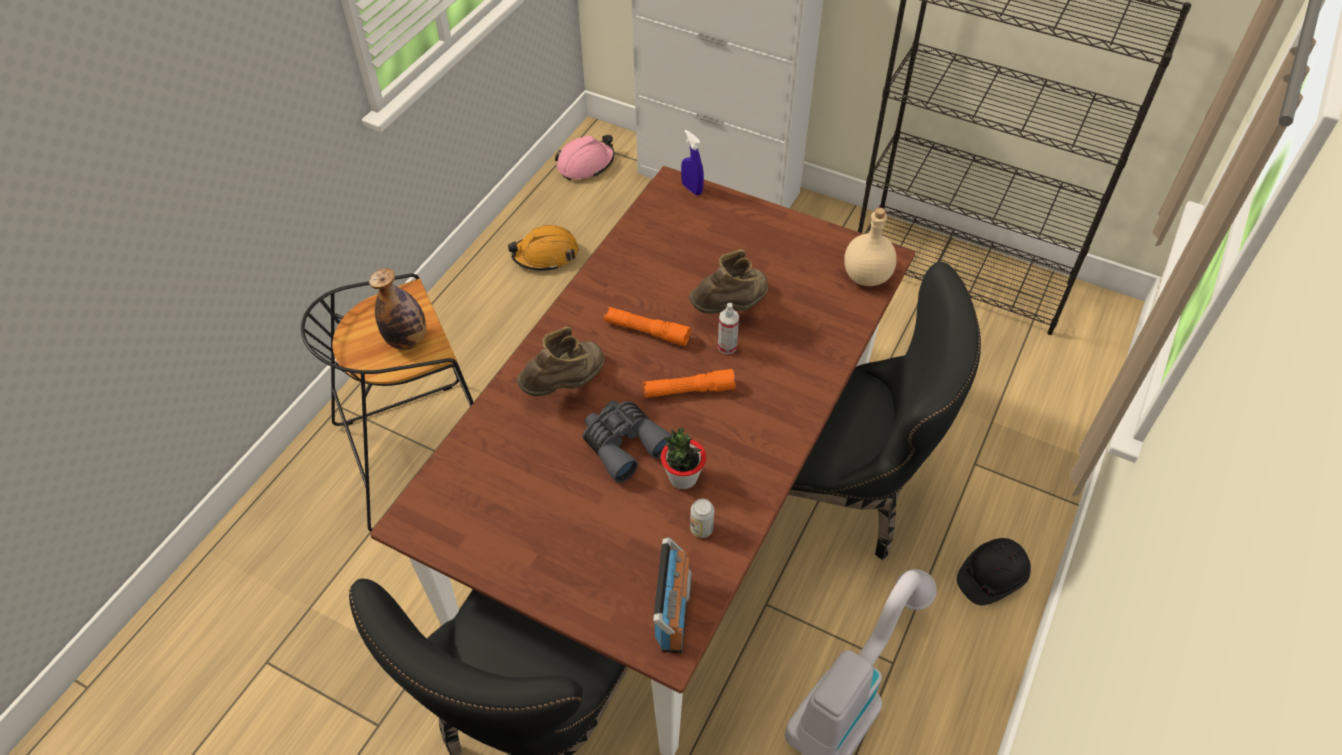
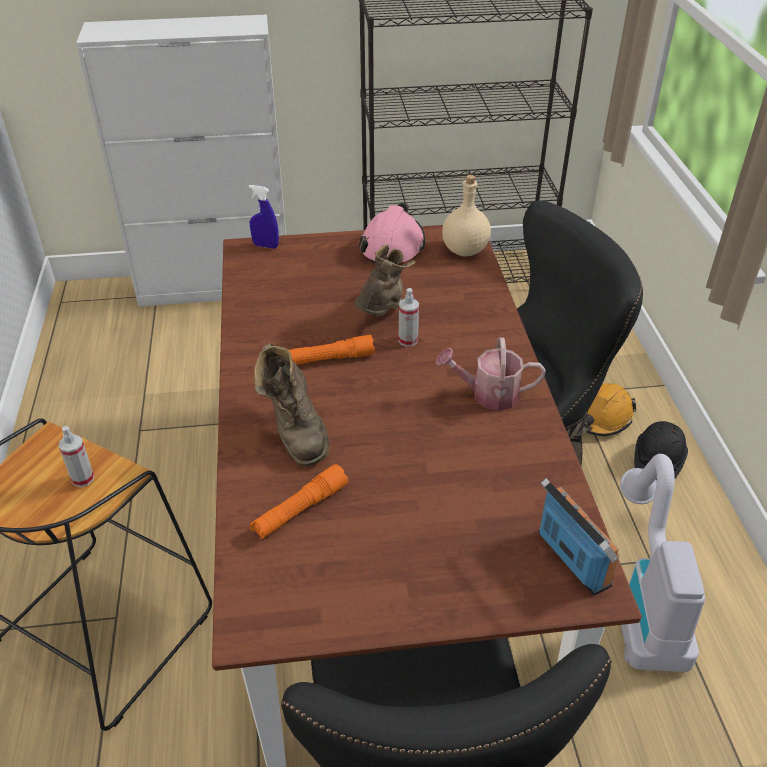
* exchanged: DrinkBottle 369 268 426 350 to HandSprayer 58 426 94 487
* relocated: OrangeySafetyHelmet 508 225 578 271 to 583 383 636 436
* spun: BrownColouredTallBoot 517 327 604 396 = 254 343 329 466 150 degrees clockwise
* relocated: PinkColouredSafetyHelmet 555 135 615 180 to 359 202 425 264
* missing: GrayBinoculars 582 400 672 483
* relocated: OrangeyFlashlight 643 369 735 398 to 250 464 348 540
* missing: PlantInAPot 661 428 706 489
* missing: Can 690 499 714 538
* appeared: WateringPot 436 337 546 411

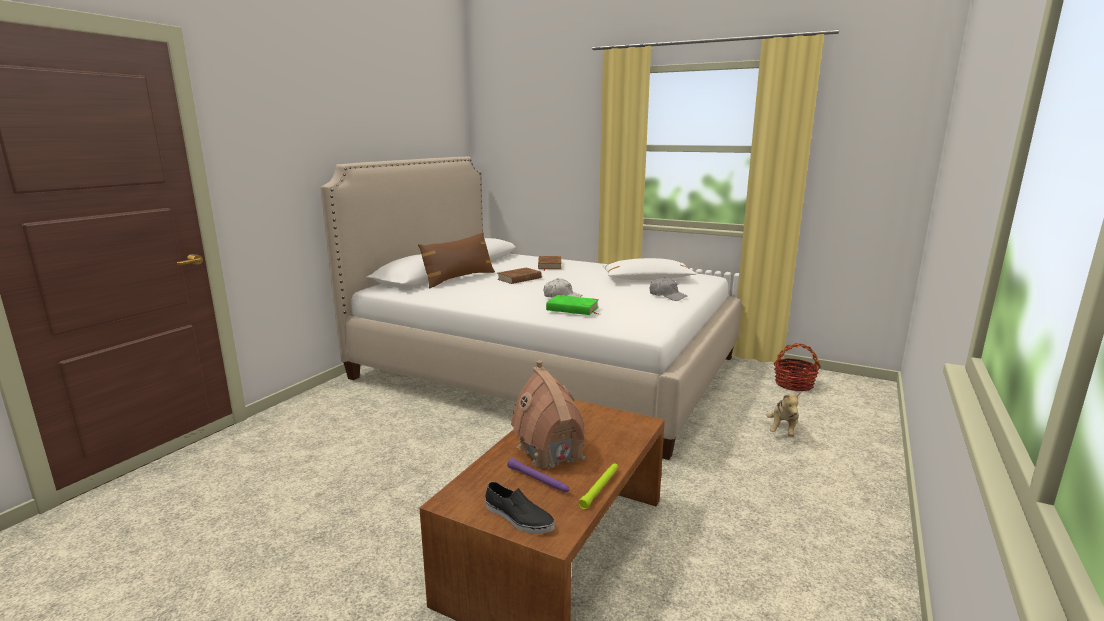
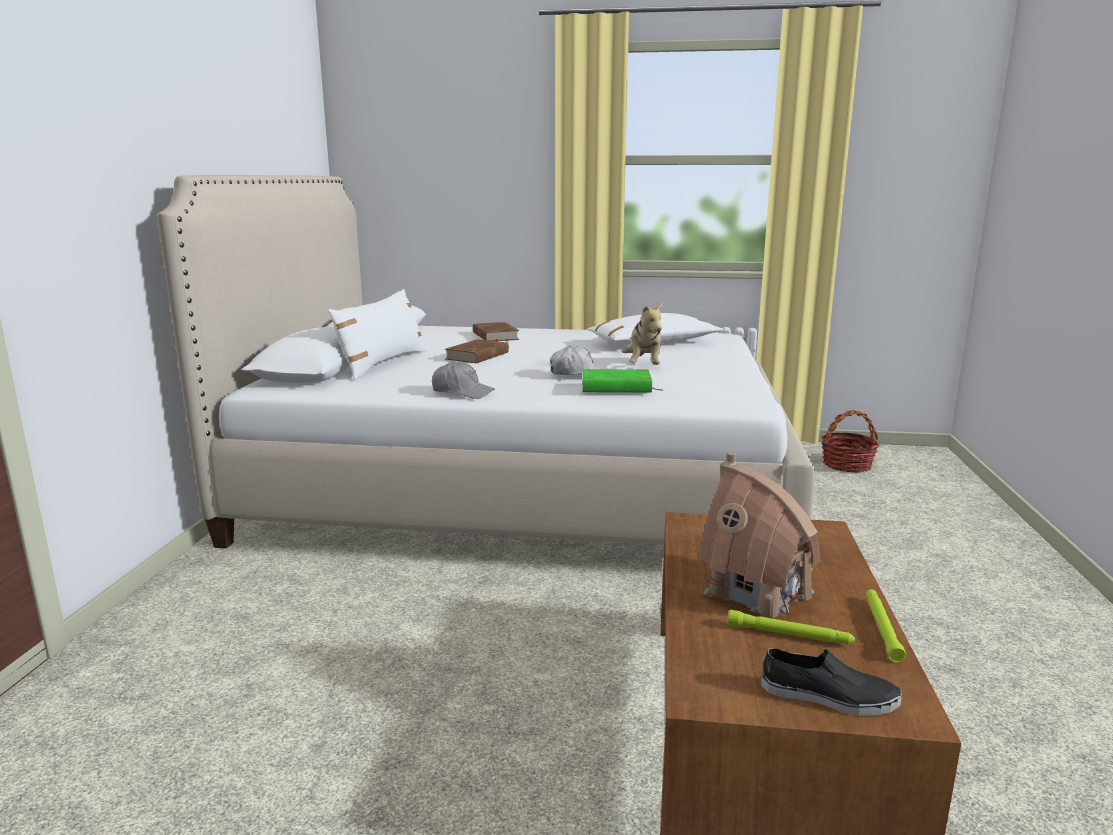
* colour: BrownColouredPillow 418 232 495 289 to WhitePillow 328 289 427 380
* colour: PurpleFlashlight 507 458 570 492 to GreenColouredFlashlight 728 610 855 644
* relocated: GrayCap 650 277 687 301 to 432 361 495 399
* relocated: SoftToy 767 392 801 437 to 622 302 663 365

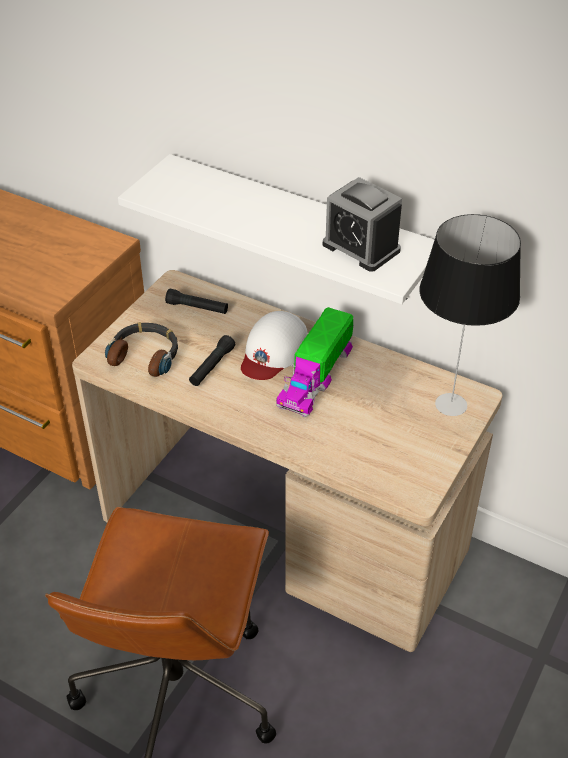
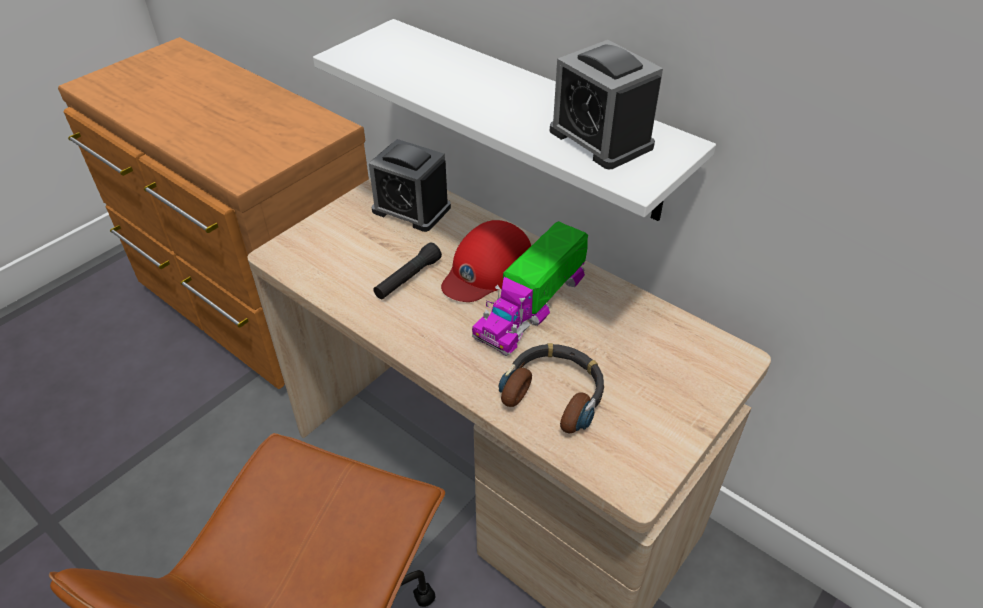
* relocated: Headphones 105 322 178 377 to 499 343 604 433
* exchanged: BlackFlashlight 165 289 228 314 to TableClock 369 139 451 232
* colour: WhiteCap 241 311 308 380 to RedColouredCap 441 220 531 302
* missing: TableLamp 419 214 521 416

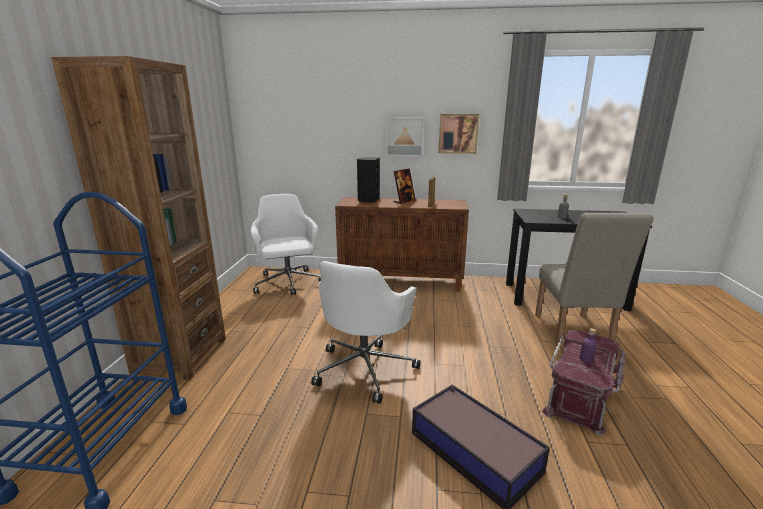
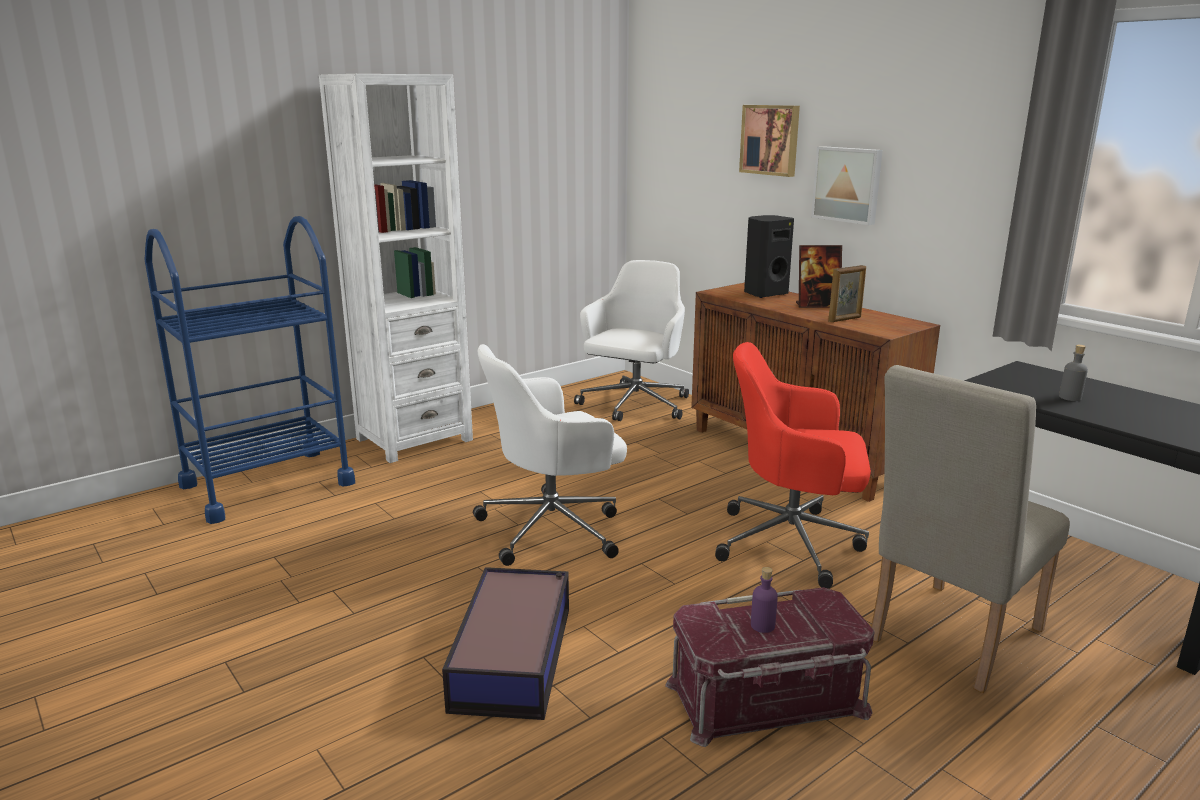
* colour: BrownColouredBookcase 51 56 226 380 to WhiteBookcase 319 74 473 463
* relocated: WallArt 439 114 479 154 to 739 105 800 177
* appeared: RedColouredComputerChair 715 342 871 588

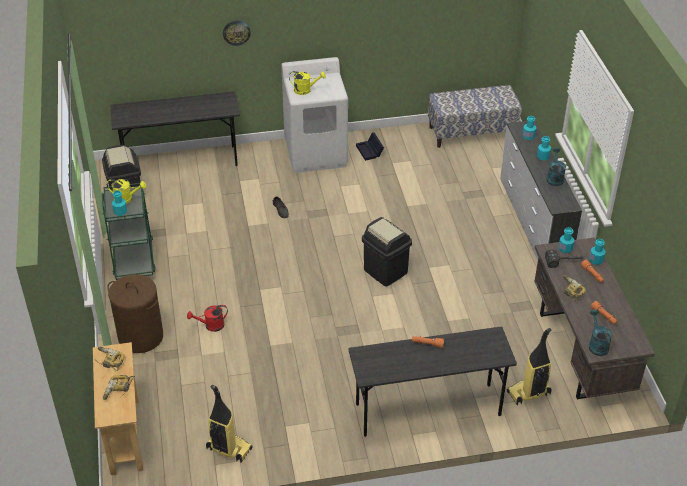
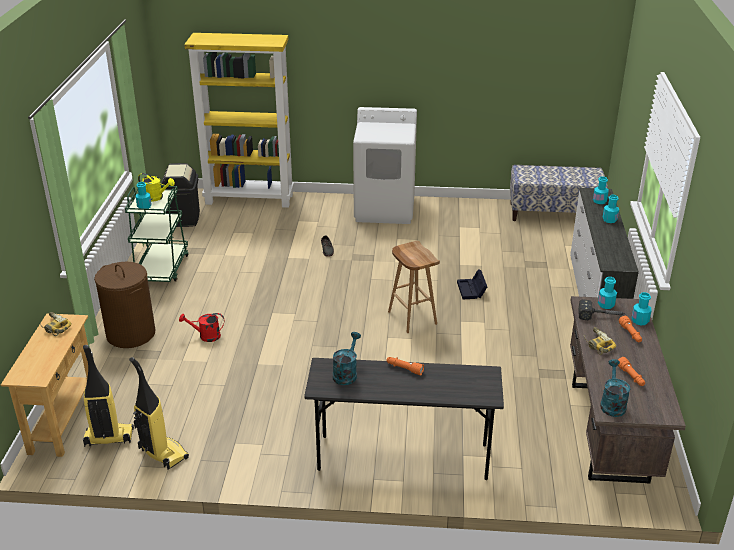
* missing: Drill 103 375 135 400
* exchanged: GrayDeskTable 111 92 240 166 to YellowBookcase 184 33 294 208
* missing: HangingClock 223 21 251 46
* missing: YellowWateringPot 289 71 326 95
* relocated: BlackStorageBox 356 132 384 161 to 457 269 487 299
* exchanged: BlackWasteBin 362 217 412 287 to BrownColouredStool 388 241 440 333
* relocated: VacuumCleaner 507 328 552 405 to 83 345 134 447
* relocated: TurquoiseWateringPot 547 147 566 186 to 333 332 361 385

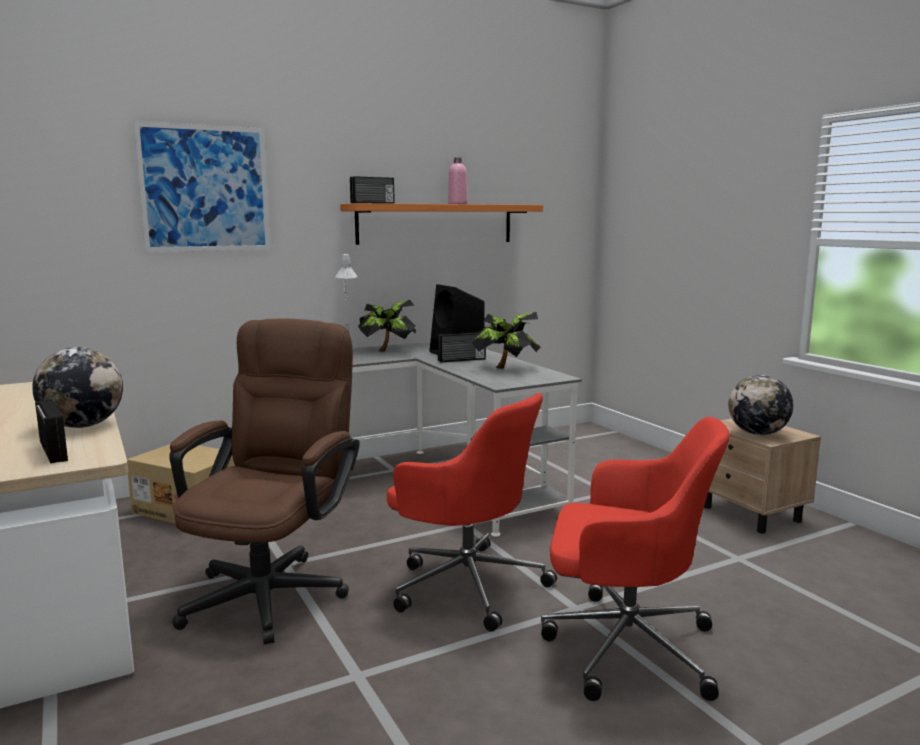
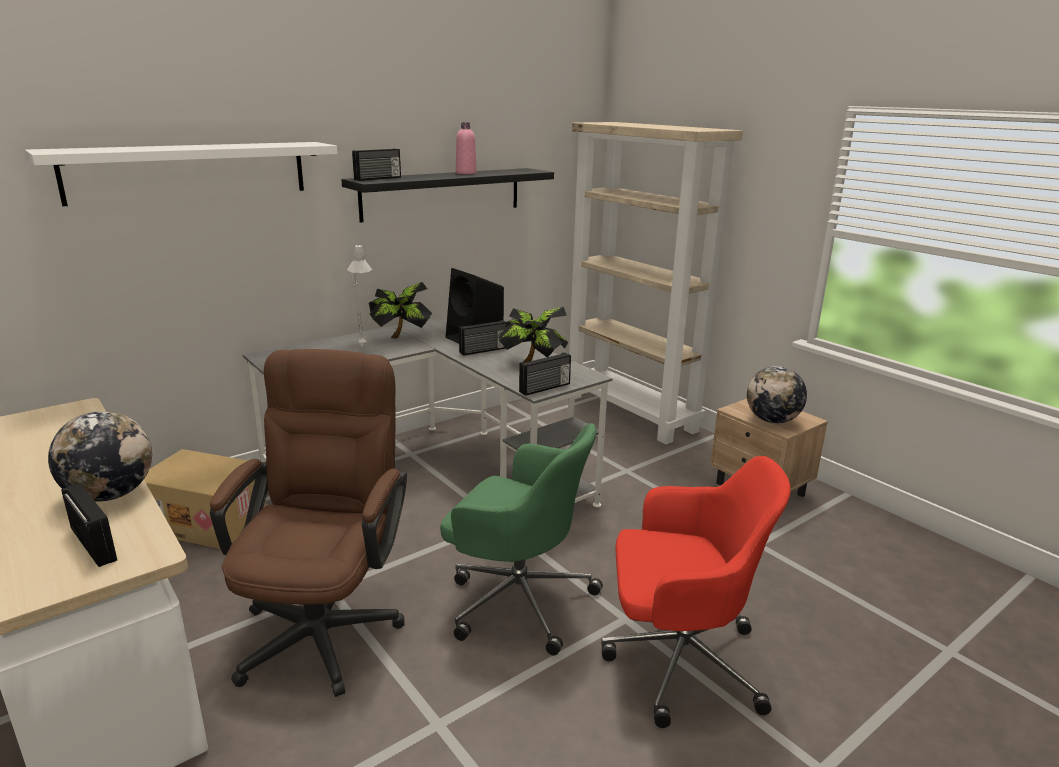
* exchanged: WallArt 133 121 270 252 to WhiteWallShelf 25 142 338 206
* colour: OrangeyWallShelf 340 203 543 245 to BlackWallShelf 341 168 554 223
* colour: RedColouredComputerChair 387 393 557 632 to GreenColouredComputerChair 440 423 603 656
* appeared: RadioSet 519 352 571 396
* appeared: SandColouredBookcase 569 122 743 445

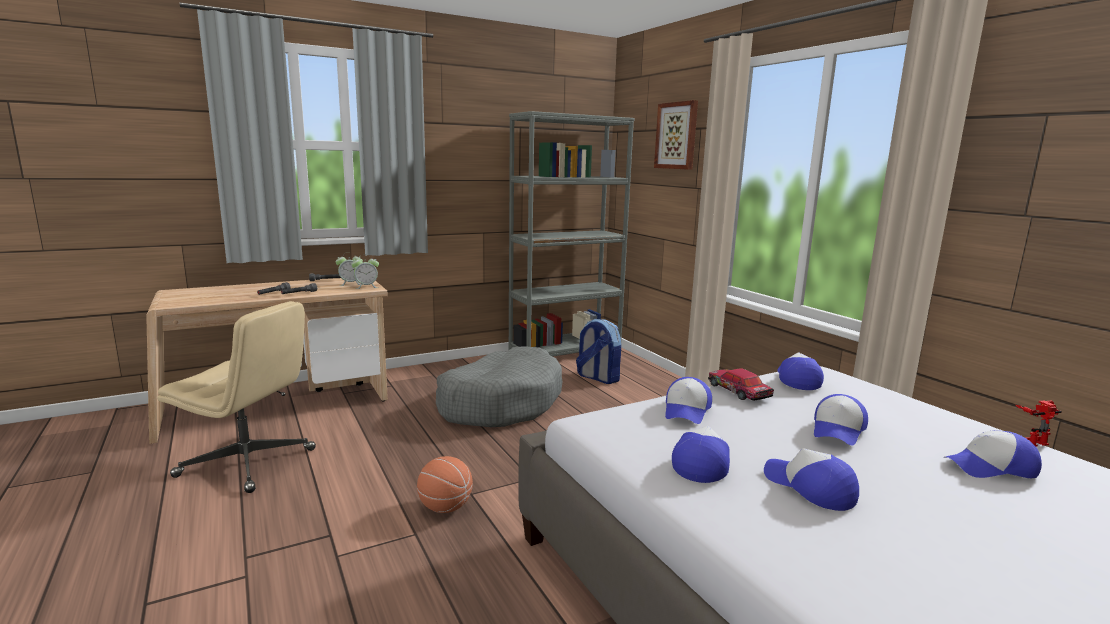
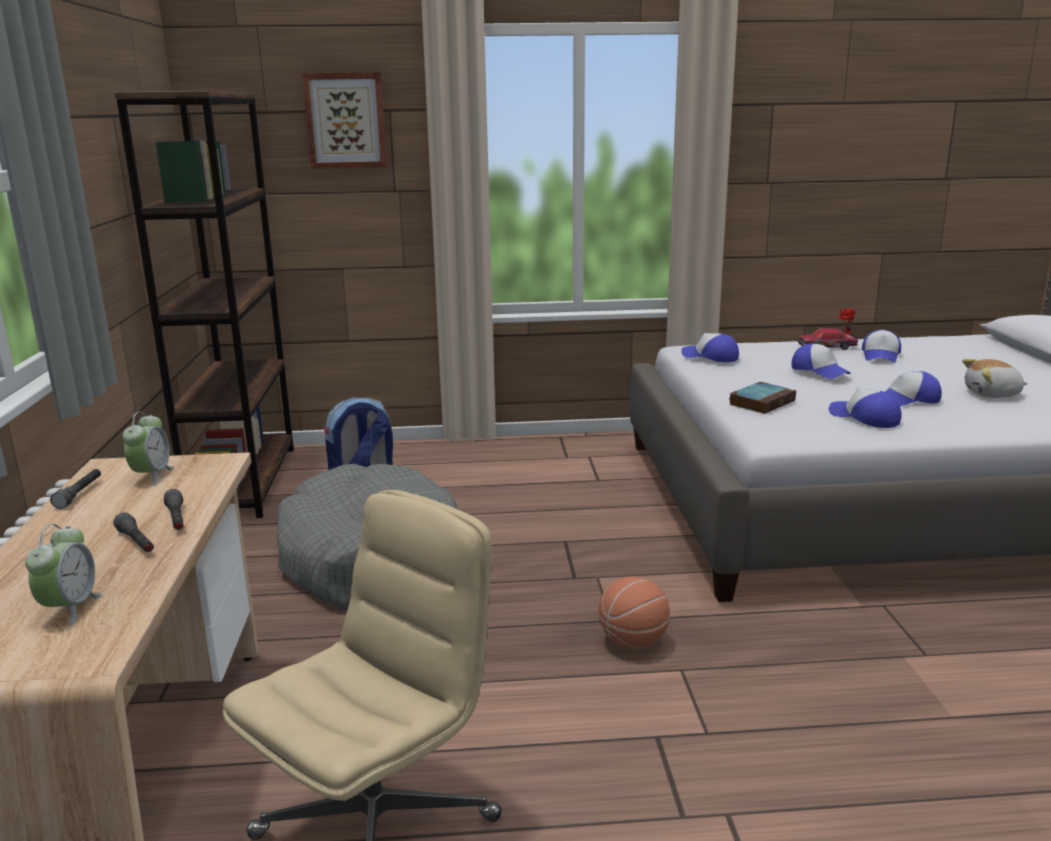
* relocated: TableClock 351 255 379 289 to 25 524 102 625
* colour: GrayBookcase 509 111 635 356 to BrownColouredBookcase 114 90 294 518
* exchanged: Cap 665 377 712 424 to Volume 729 382 796 414
* relocated: ModelCar 708 369 774 401 to 798 328 858 350
* appeared: SoftToy 962 359 1028 398

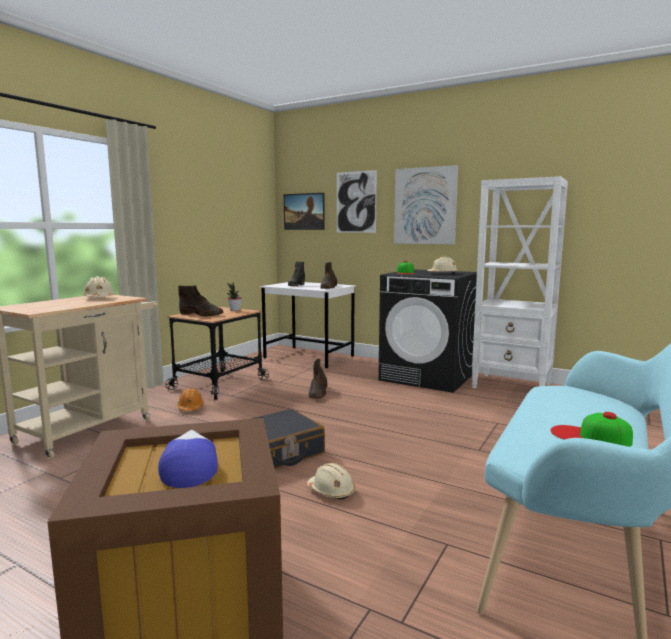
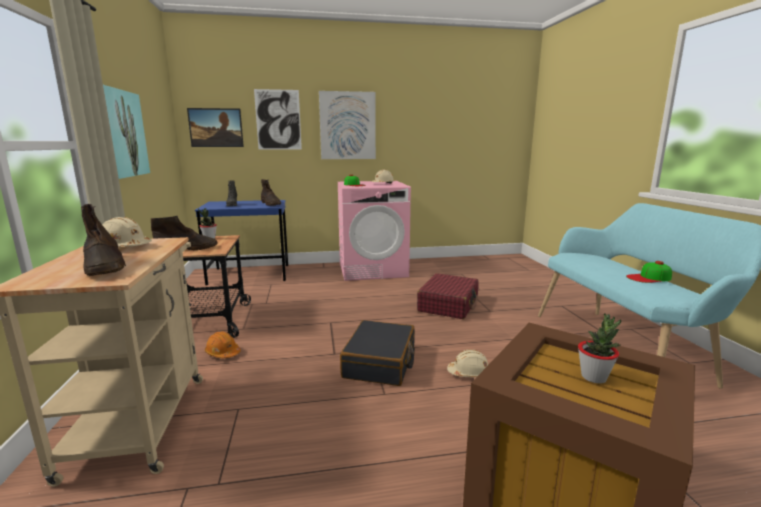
* exchanged: Cap 158 430 218 488 to PlantInAPot 578 313 621 384
* colour: WhiteDeskTable 260 282 356 369 to BlueDeskTable 195 200 288 285
* relocated: BrownColouredTallBoot 309 359 327 398 to 81 204 126 276
* colour: BlackWashingMachine 378 269 477 393 to PinkColouredWashingMachine 337 181 411 281
* missing: WhiteBookcase 472 176 568 389
* appeared: WallArt 103 85 150 179
* appeared: RedColouredSuitcase 417 273 479 319

